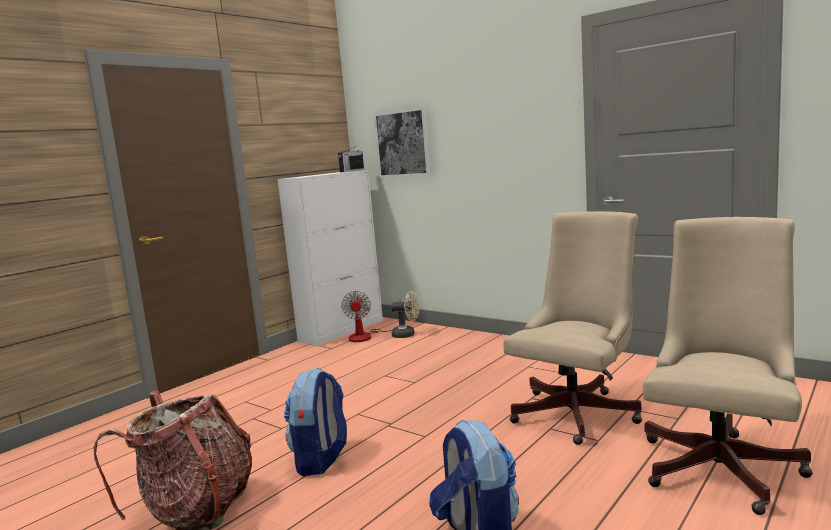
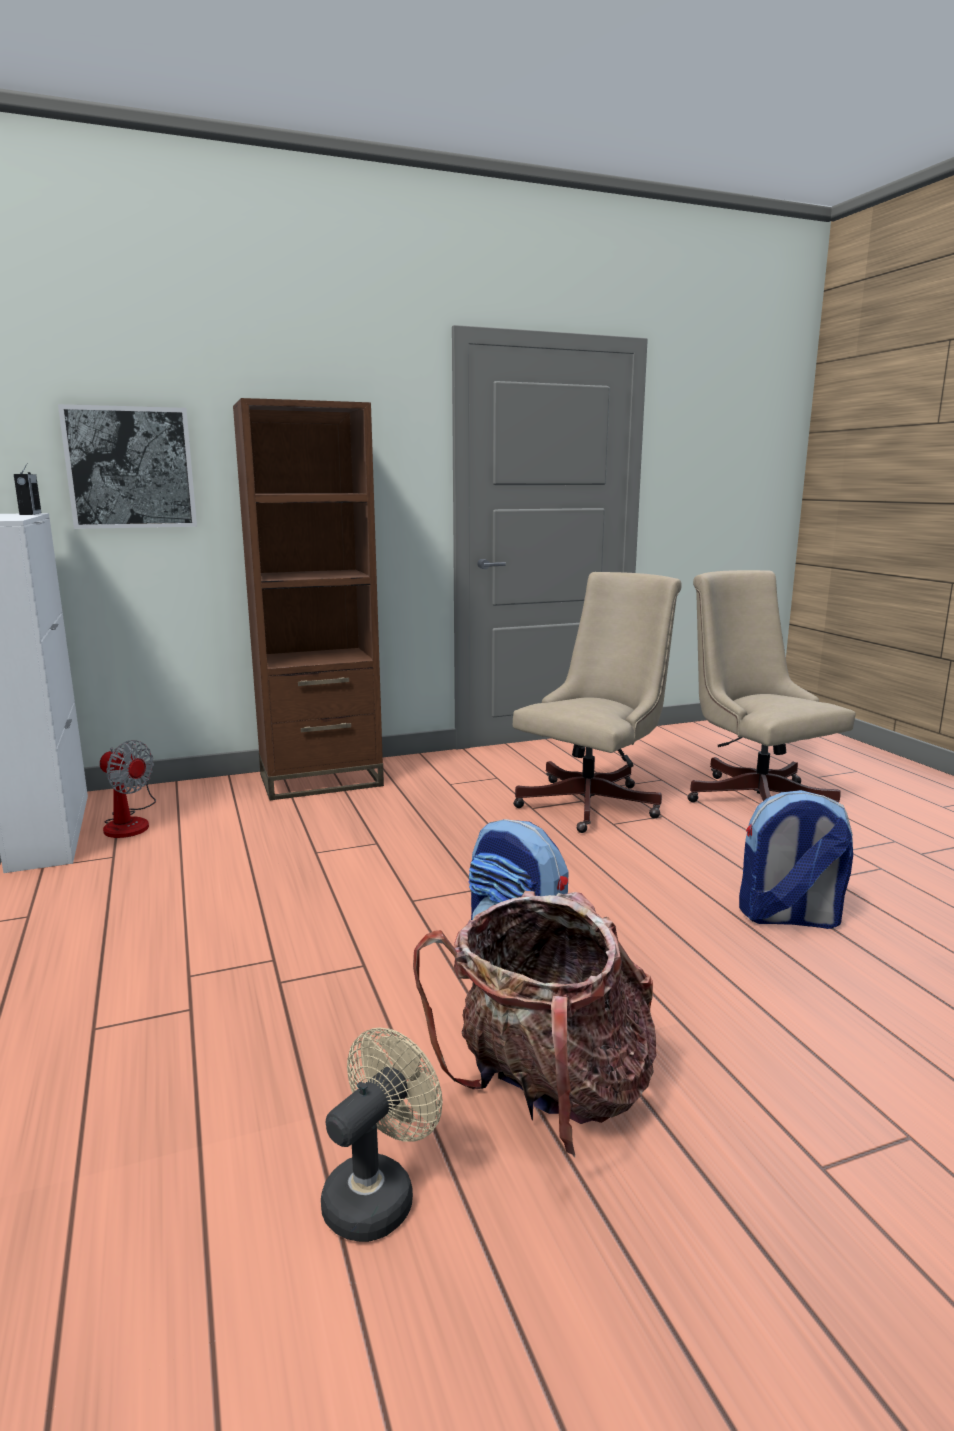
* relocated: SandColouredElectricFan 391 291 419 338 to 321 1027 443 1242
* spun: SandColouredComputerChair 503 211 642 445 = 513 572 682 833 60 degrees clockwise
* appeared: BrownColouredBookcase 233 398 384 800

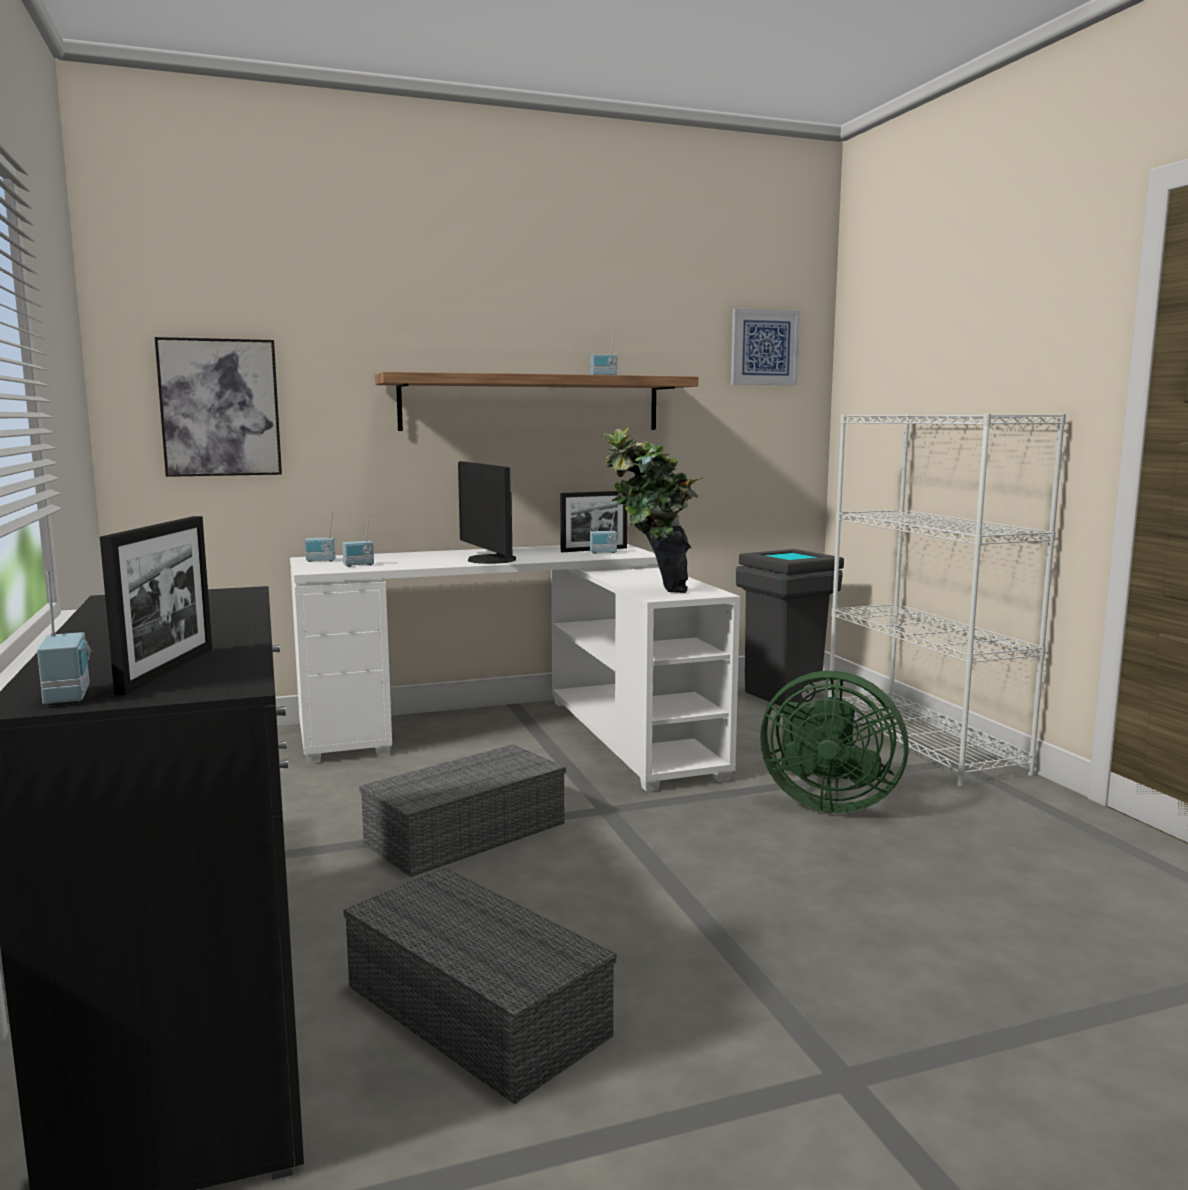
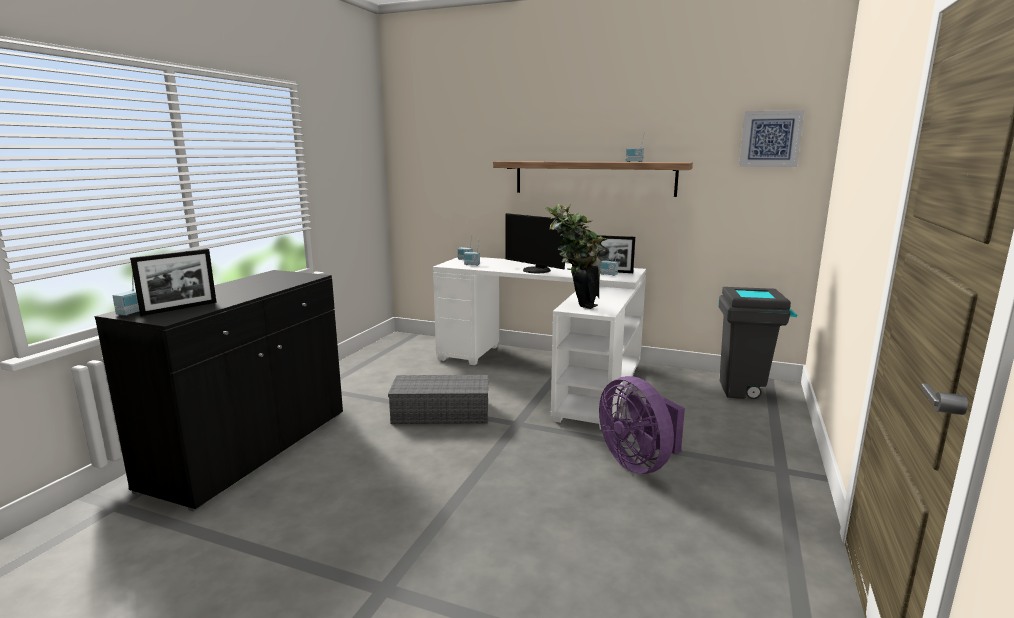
* missing: WallArt 155 337 282 477
* missing: GrayStorageBox 343 868 616 1104
* spun: ComputerScreen 458 461 516 564 = 506 213 565 273 60 degrees counterclockwise
* colour: GreenColouredElectricFan 760 671 909 814 to PurpleElectricFan 599 376 685 474
* missing: WhiteBookcase 828 413 1066 787

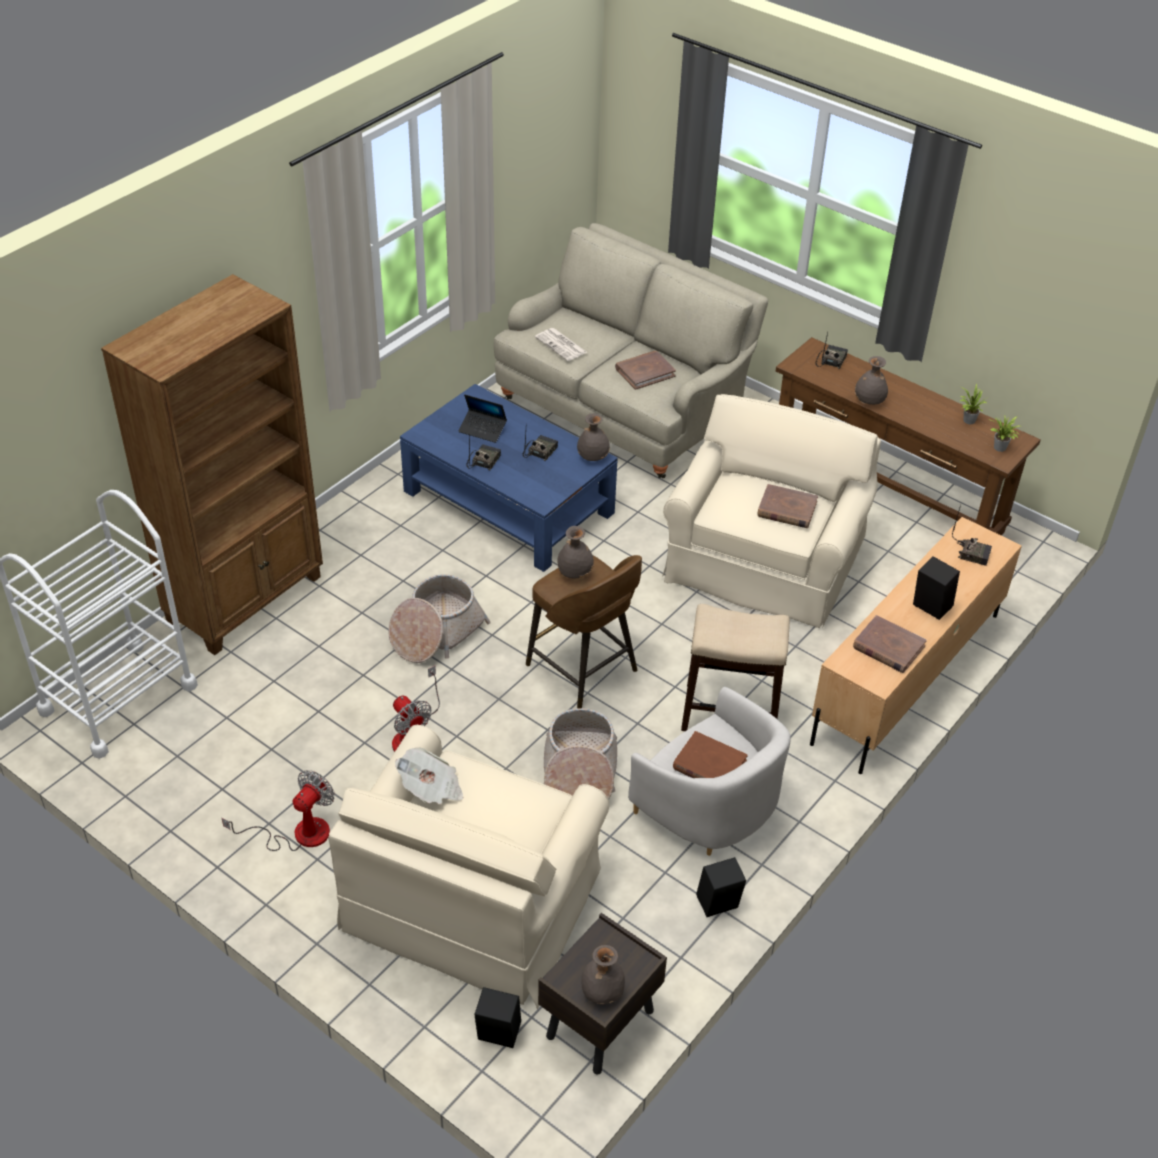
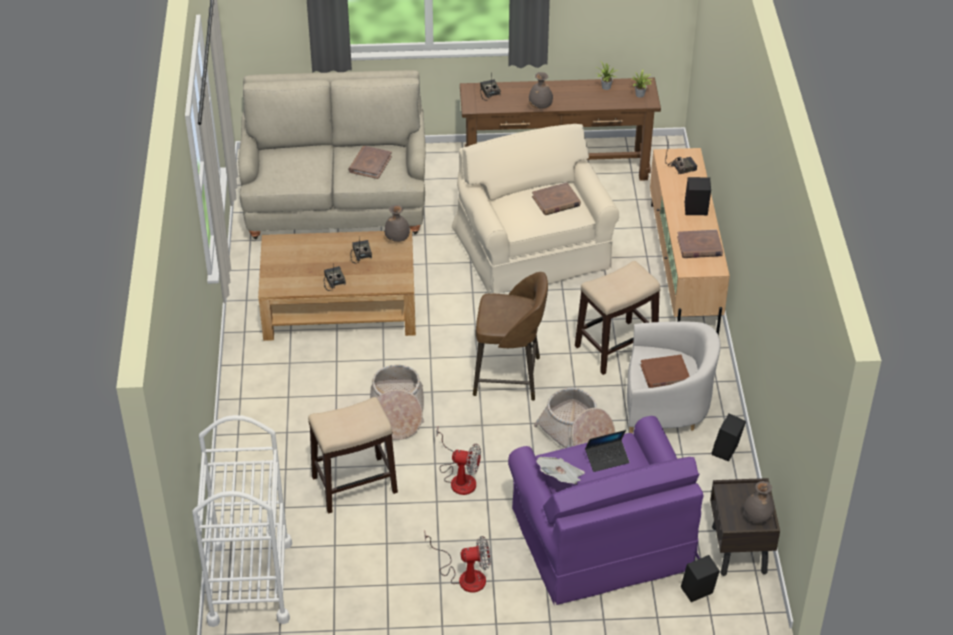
* missing: BrownColouredBookcase 101 274 323 655
* spun: ElectricFan 222 770 335 851 = 425 534 491 593 90 degrees clockwise
* colour: SandColouredArmchair 328 725 609 1009 to PurpleArmchair 508 416 704 606
* colour: BlueLowTable 400 384 618 572 to BrownColouredLowTable 258 230 416 341
* relocated: PortableComputer 459 395 507 443 to 585 430 629 472
* missing: PrintedPaper 535 328 587 361
* missing: GrayDecorativeVase 557 526 594 579
* appeared: Stool 308 397 398 514

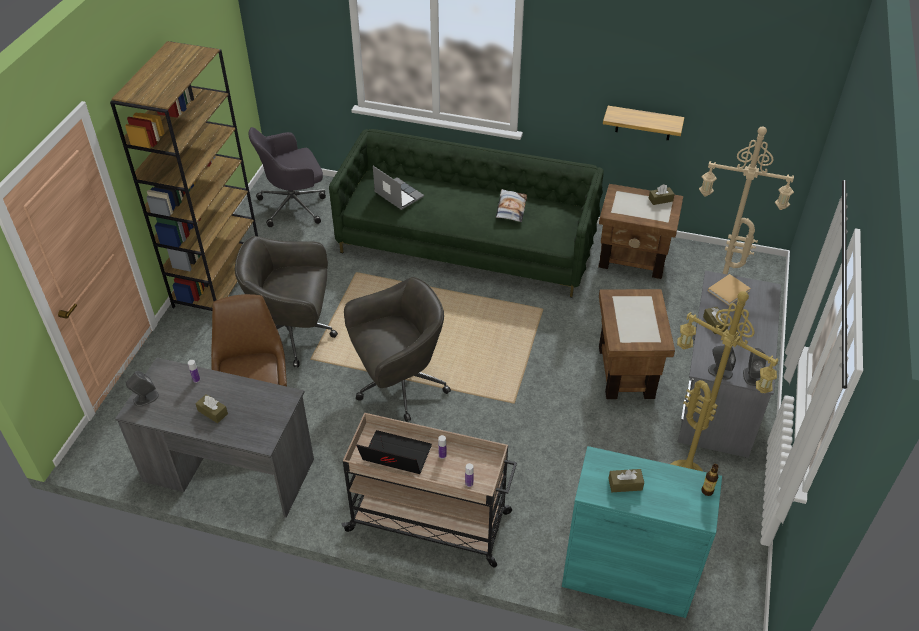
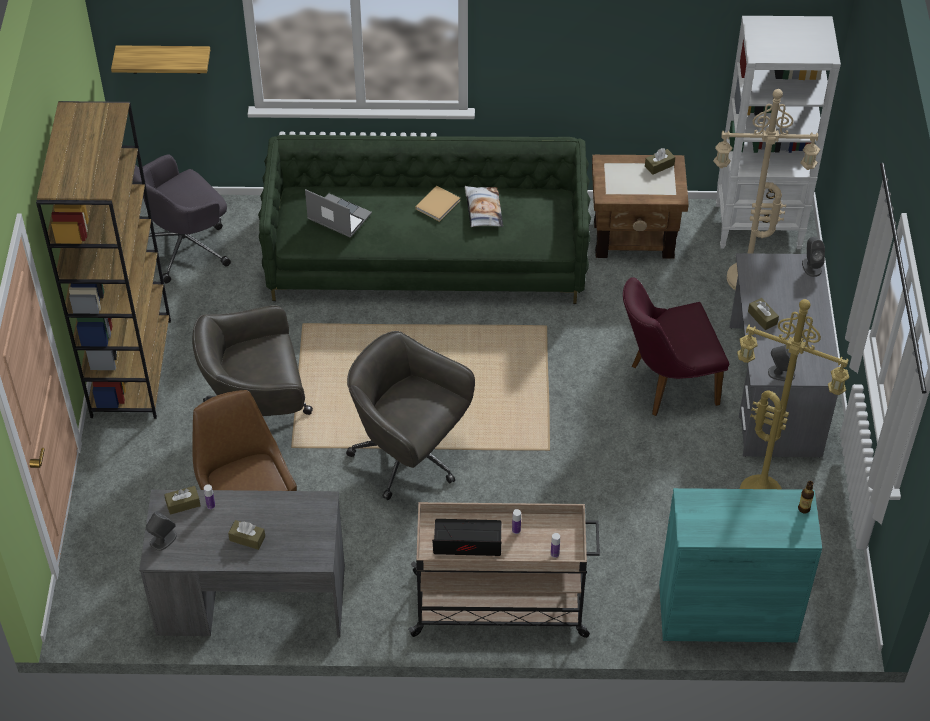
* spun: GrayComputerChair 344 277 451 422 = 346 331 475 500 105 degrees counterclockwise
* exchanged: BrownColouredAccentTable 599 289 675 399 to PurpleChair 623 277 729 416
* relocated: WallShelf 603 106 684 140 to 111 46 210 74
* relocated: BrownColouredTissueHolder 608 469 644 492 to 164 486 201 515
* relocated: SandColouredVolume 708 274 751 306 to 416 186 460 222
* relocated: GrayAudioSpeaker 743 348 766 386 to 802 237 825 277
* appeared: WhiteBookcase 716 16 841 249

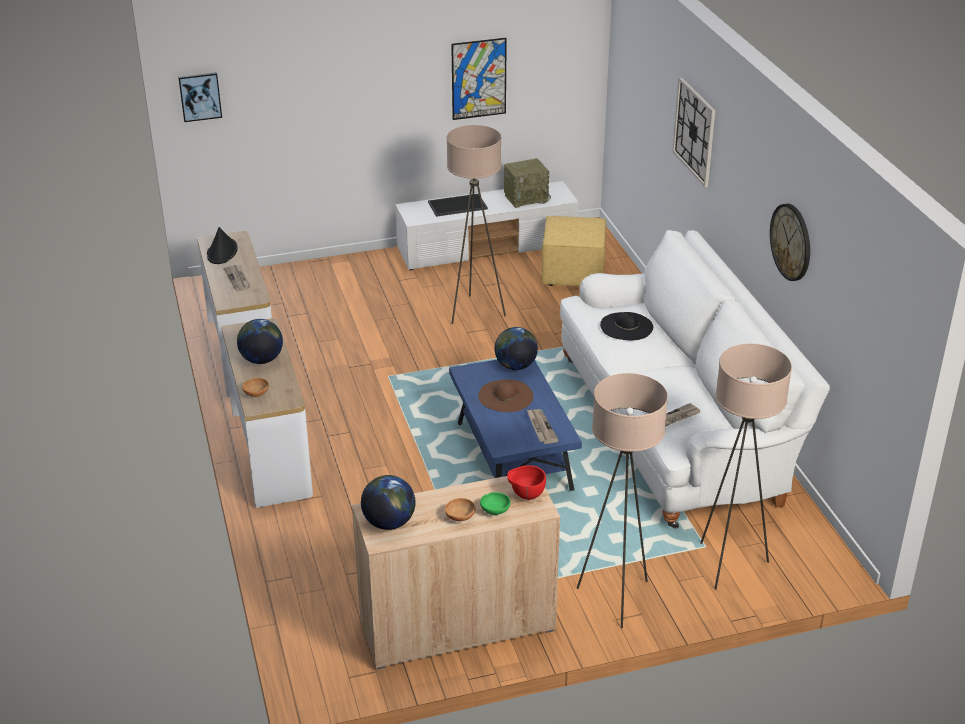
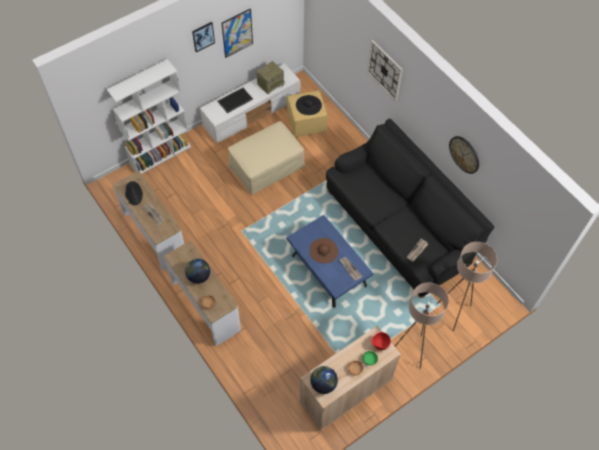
* relocated: WallArt 178 72 222 122 to 192 22 215 53
* exchanged: SandColouredStandingLamp 447 125 506 324 to SandColouredOttoman 228 121 305 195
* missing: WorldGlobe 495 327 538 370
* colour: WhiteSofa 560 230 830 529 to BlackSofa 326 119 494 298
* relocated: BlackWearableHat 600 312 653 340 to 296 95 322 115
* appeared: WhiteBookcase 107 59 191 174

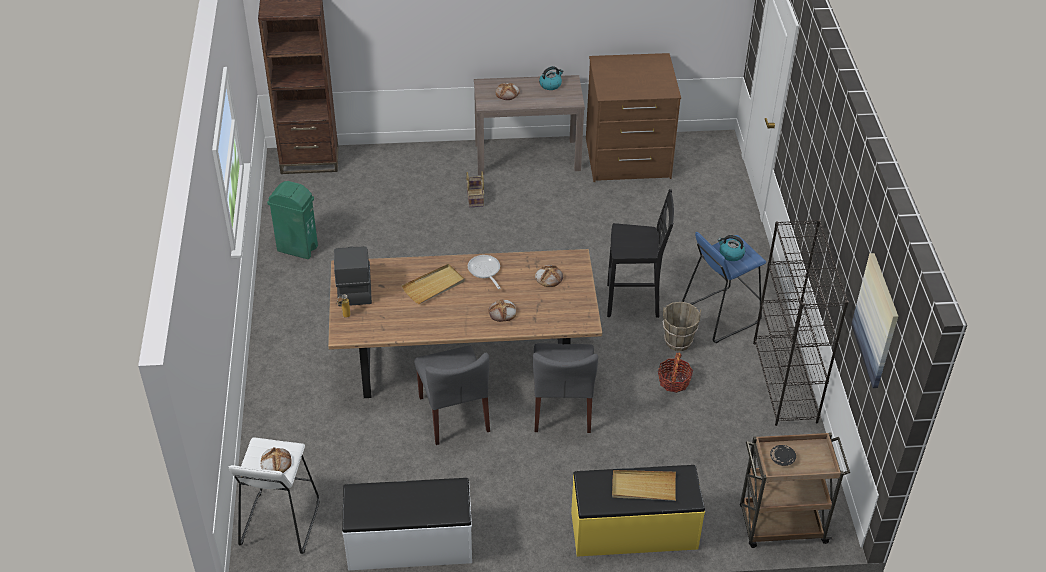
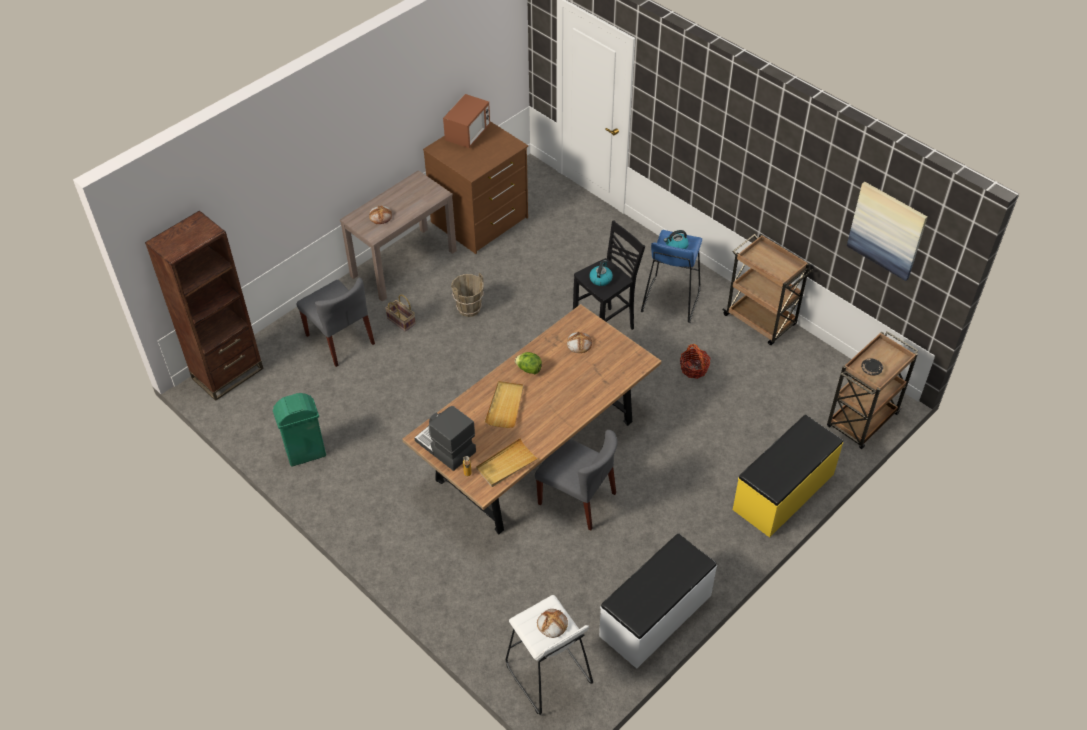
* exchanged: Pan 468 255 500 289 to LettuceHead 515 352 542 374
* missing: BakedBread 488 299 516 322
* relocated: GrayChair 533 343 598 433 to 297 278 375 367
* relocated: TeaKettle 539 66 564 90 to 589 260 613 286
* relocated: SandColouredServingTray 612 470 676 501 to 476 438 539 487
* relocated: BrownColouredBucket 662 302 701 351 to 451 273 484 317
* exchanged: BlackBookcase 753 220 849 426 to BrownColouredWheeledCart 722 234 813 345
* appeared: MicrowaveOven 443 94 490 148

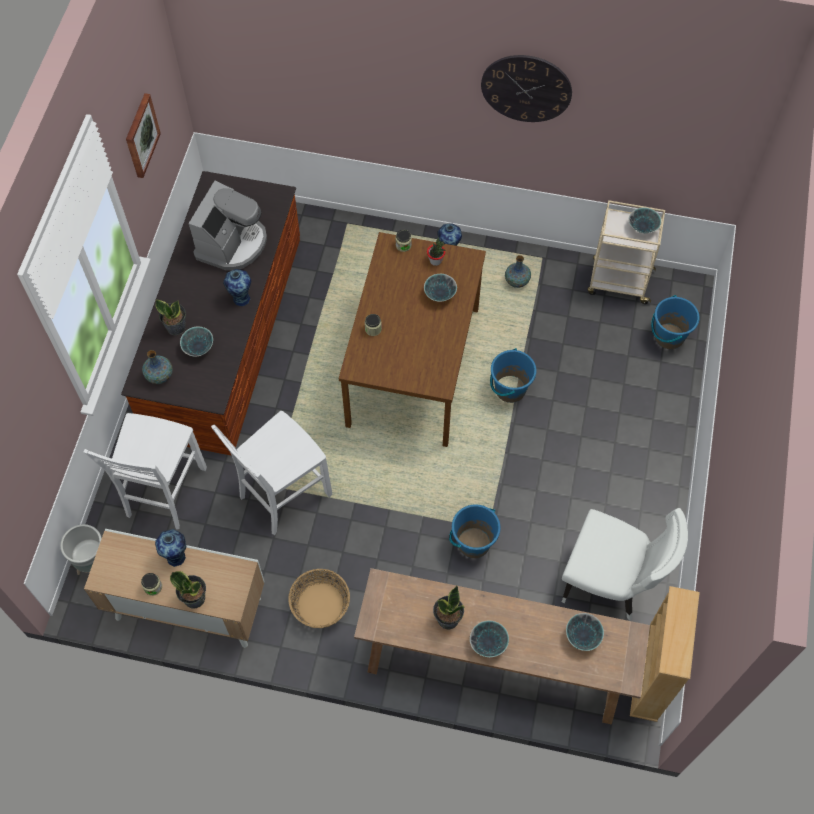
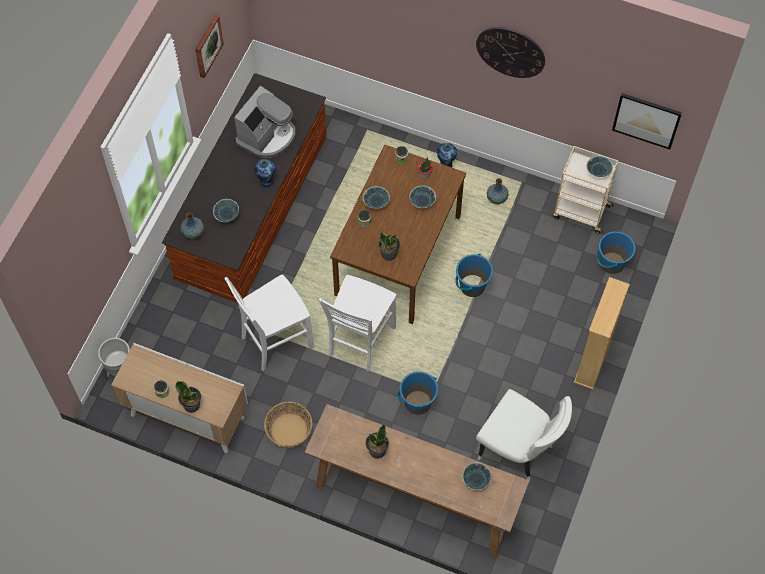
* relocated: WhiteChair 83 413 207 529 to 319 275 396 372
* relocated: PlantInAPot 155 299 186 335 to 379 232 400 261
* missing: DecorativeVase 155 529 186 567
* relocated: Bowl 470 620 509 657 to 363 186 390 209
* relocated: SandColouredBookcase 630 586 700 722 to 574 277 630 390
* appeared: WallArt 612 93 682 150

